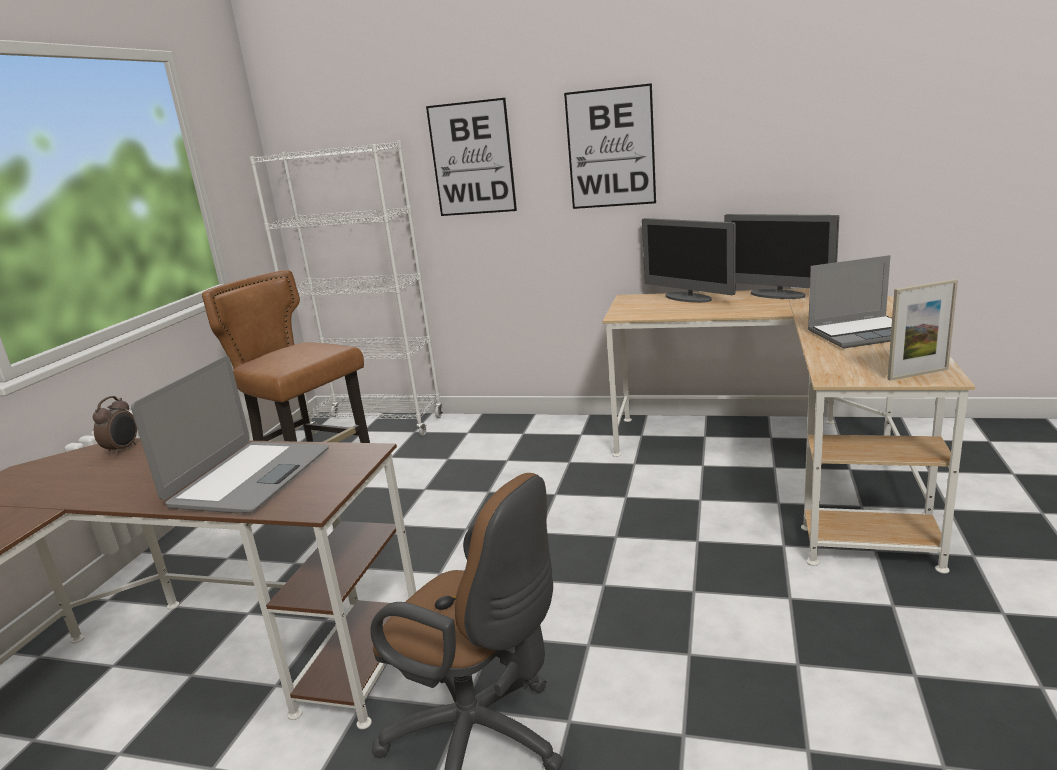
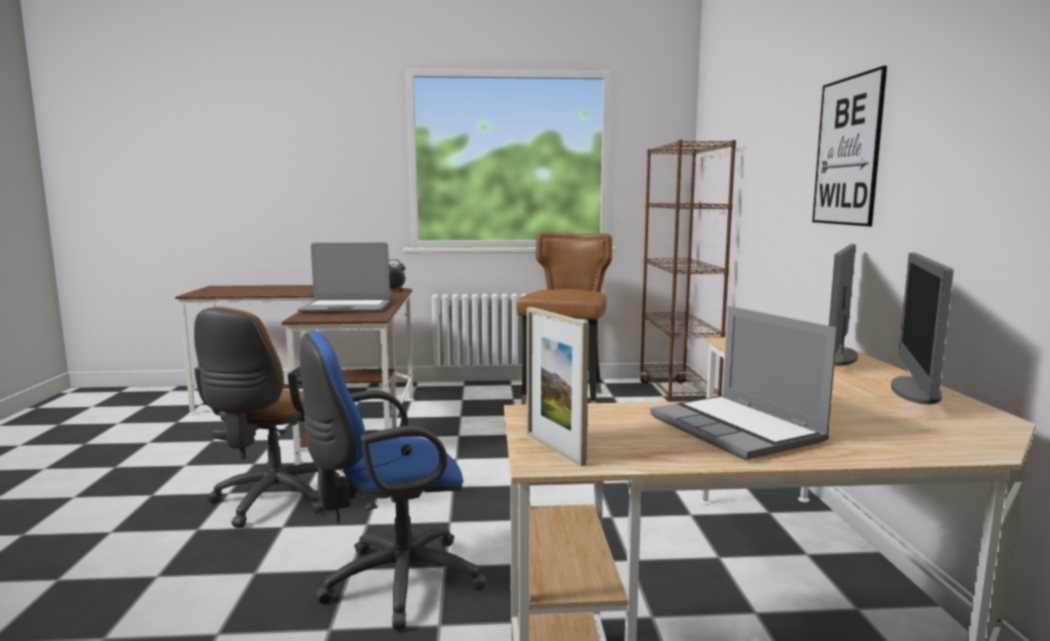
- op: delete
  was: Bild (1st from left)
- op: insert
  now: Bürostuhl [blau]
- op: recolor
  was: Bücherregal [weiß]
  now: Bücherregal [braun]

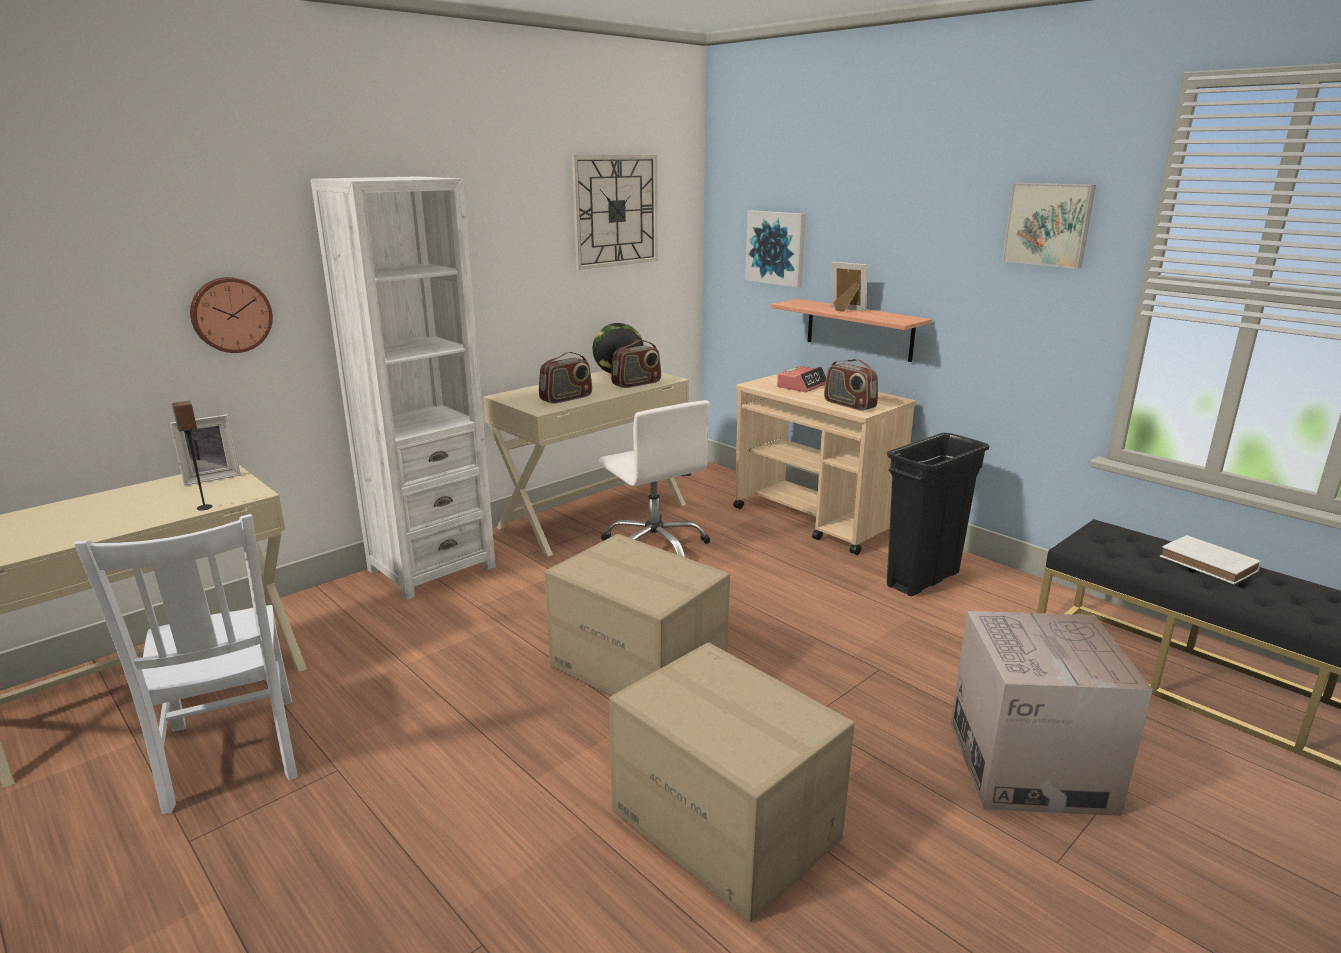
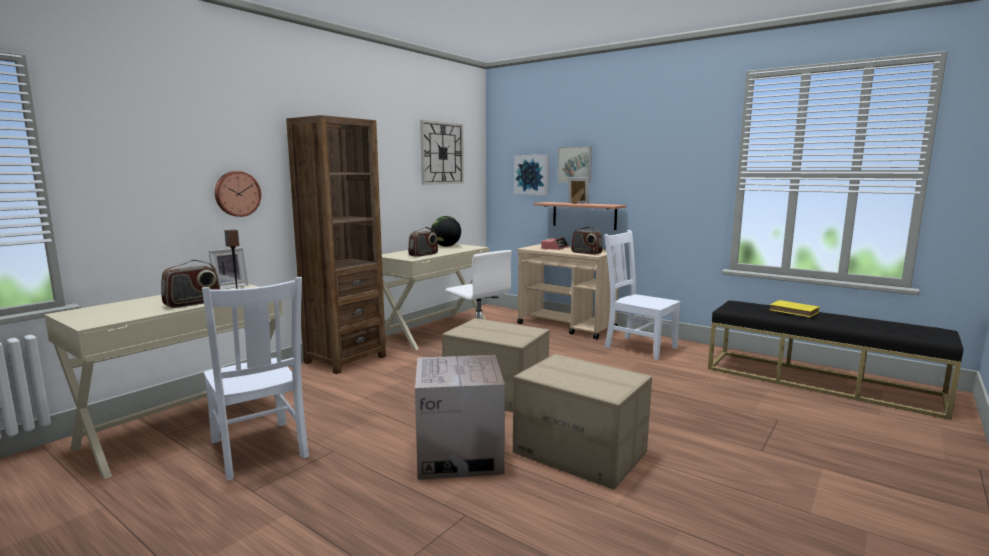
- op: move
  was: Radio (2nd from left in the first image)
  now: Radio (1st from left)
- op: move
  was: Karton (3rd from left in the first image)
  now: Karton (1st from left)
- op: move
  was: Bild (2nd from left)
- op: replace
  was: Mülleimer [schwarz]
  now: Stuhl [weiß] (2nd from left)
- op: recolor
  was: Bücherregal [weiß]
  now: Bücherregal [braun]
- op: recolor
  was: Buch [weiß]
  now: Buch [gelb]

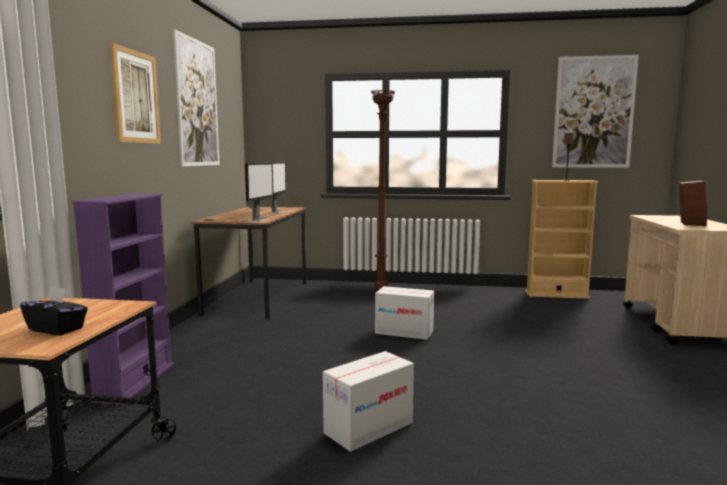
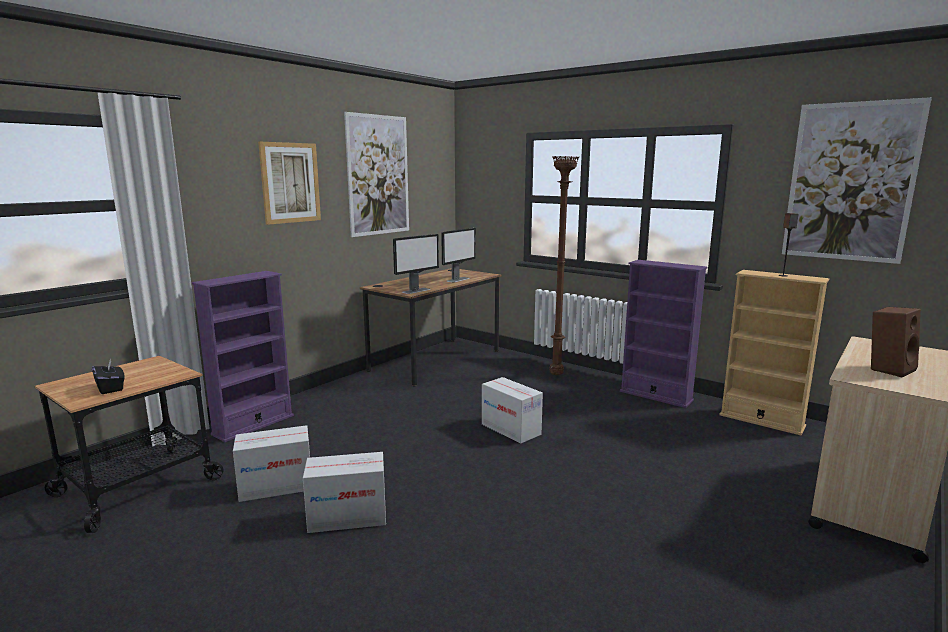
- op: insert
  now: Karton (1st from left)
- op: insert
  now: Bücherregal [lila] (2nd from left)

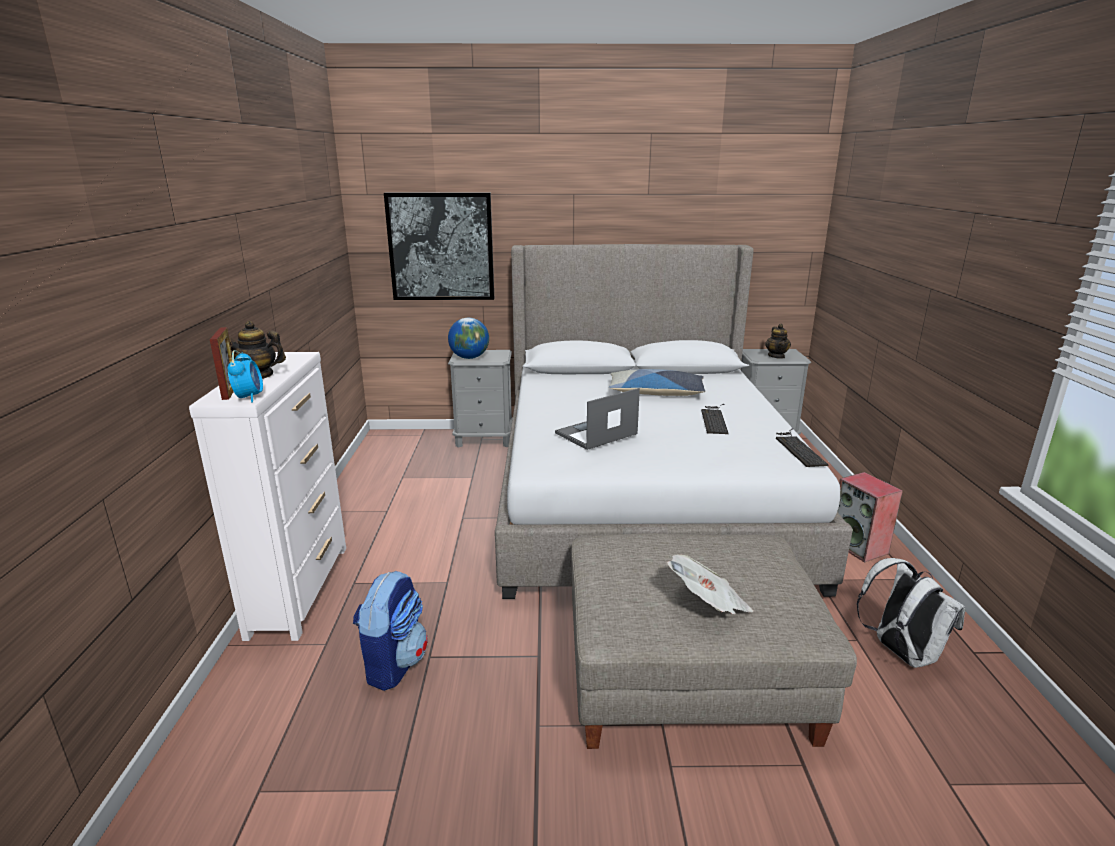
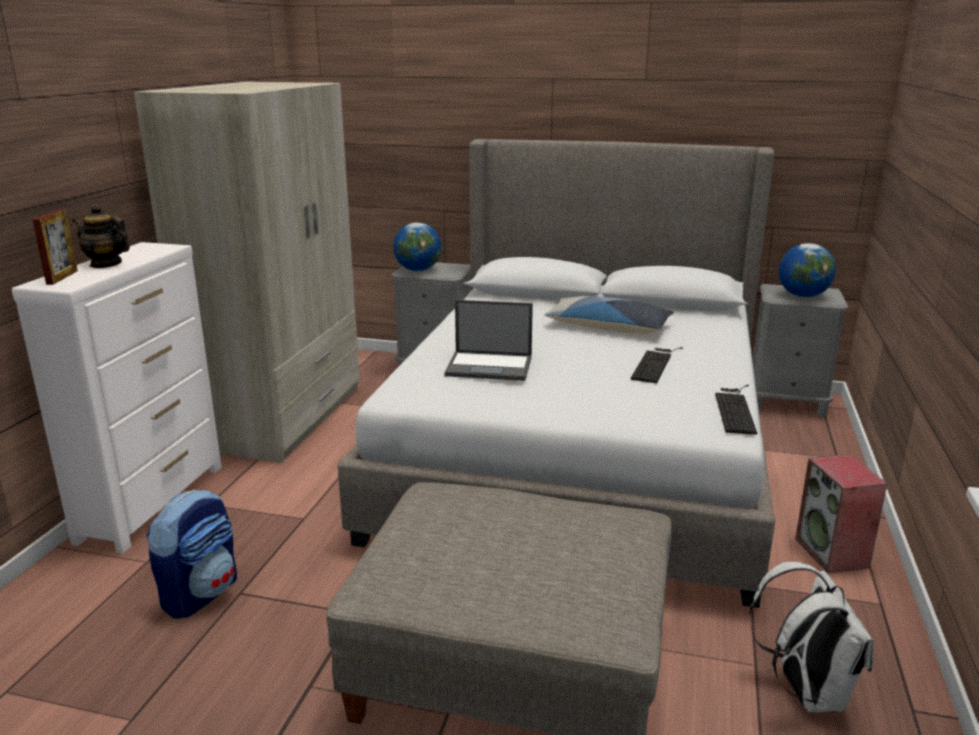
- op: delete
  was: Wecker
- op: delete
  was: Bild
- op: delete
  was: Zeitung
- op: insert
  now: Kleiderschrank [beige]
- op: replace
  was: Teekanne (2nd from left)
  now: Globus (2nd from left)
- op: rotate
  was: Laptop
  clockwise: -150

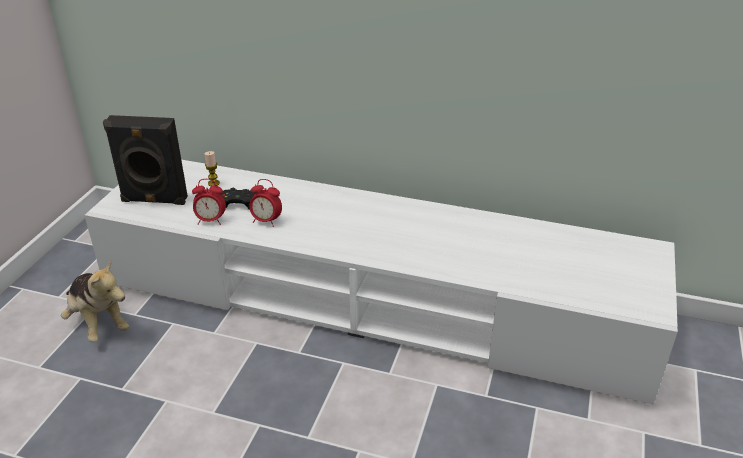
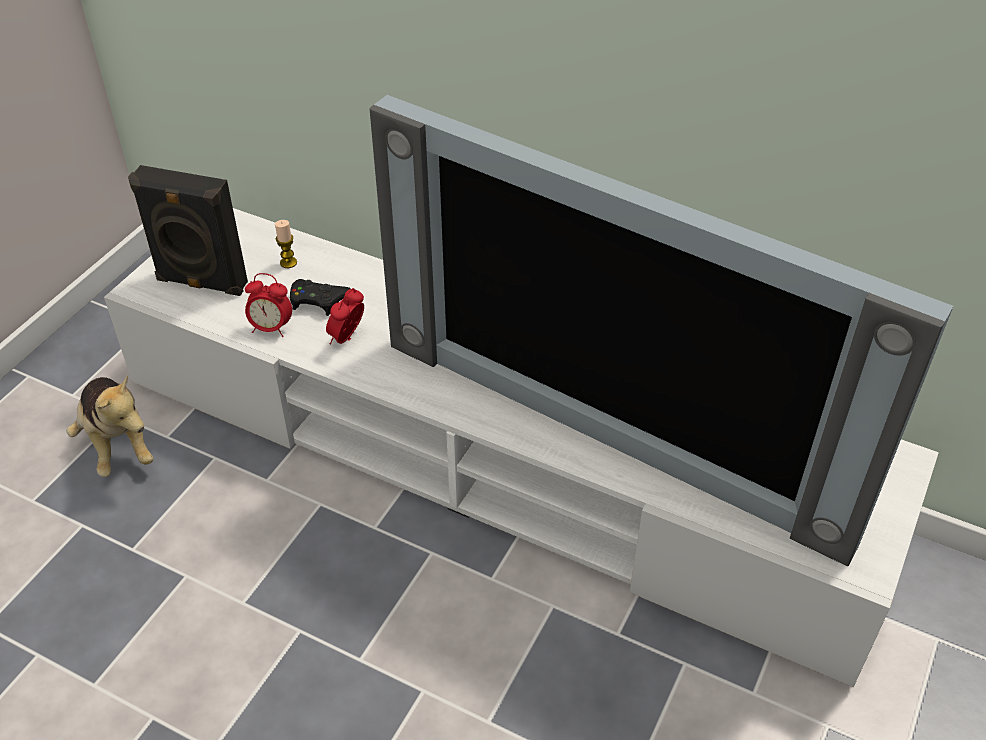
- op: insert
  now: Fernseher
- op: rotate
  was: Wecker (2nd from left)
  clockwise: 90

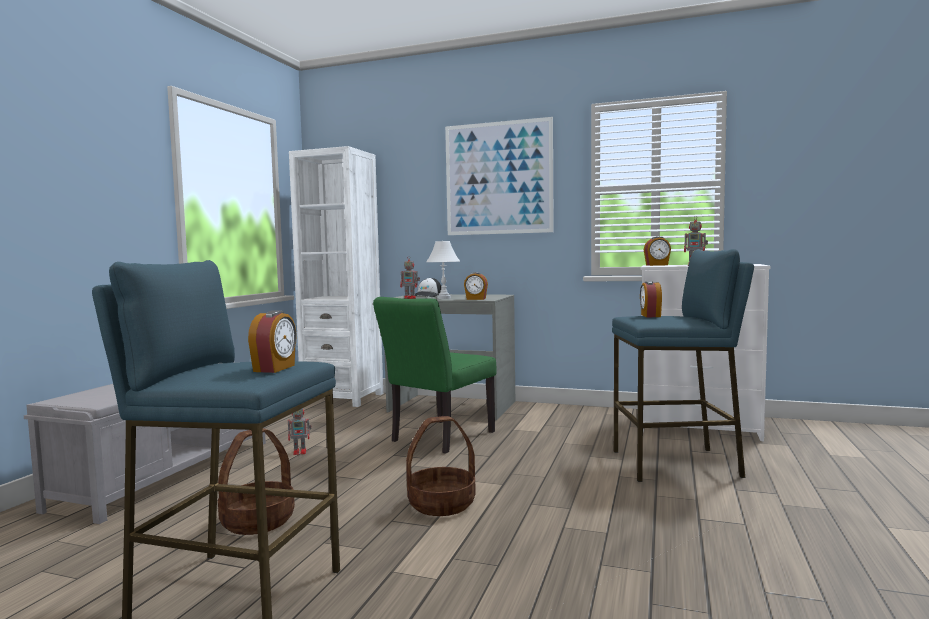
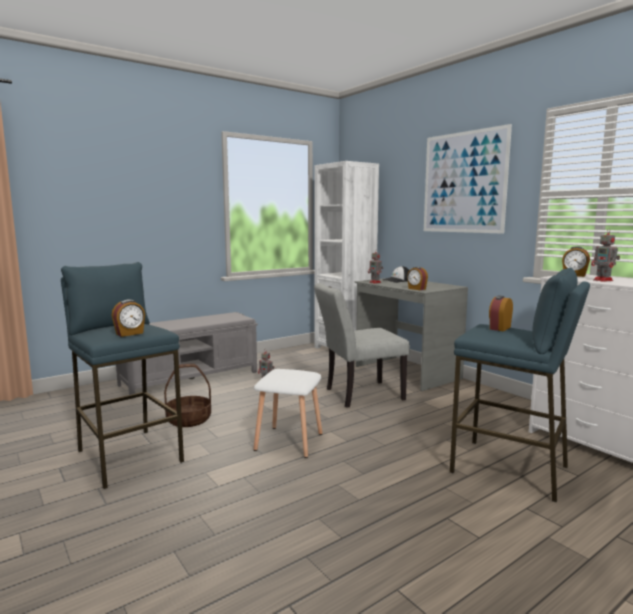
- op: delete
  was: Tischlampe [weiß]
- op: replace
  was: Korb (2nd from left)
  now: Hocker [weiß]
- op: recolor
  was: Stuhl [grün]
  now: Stuhl [grau]

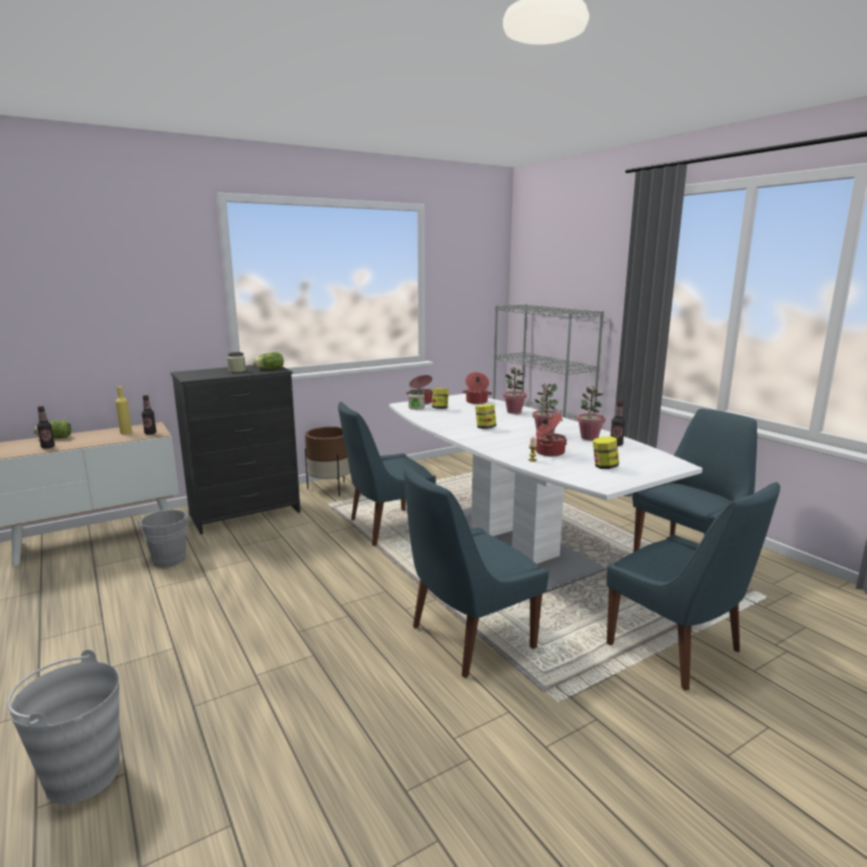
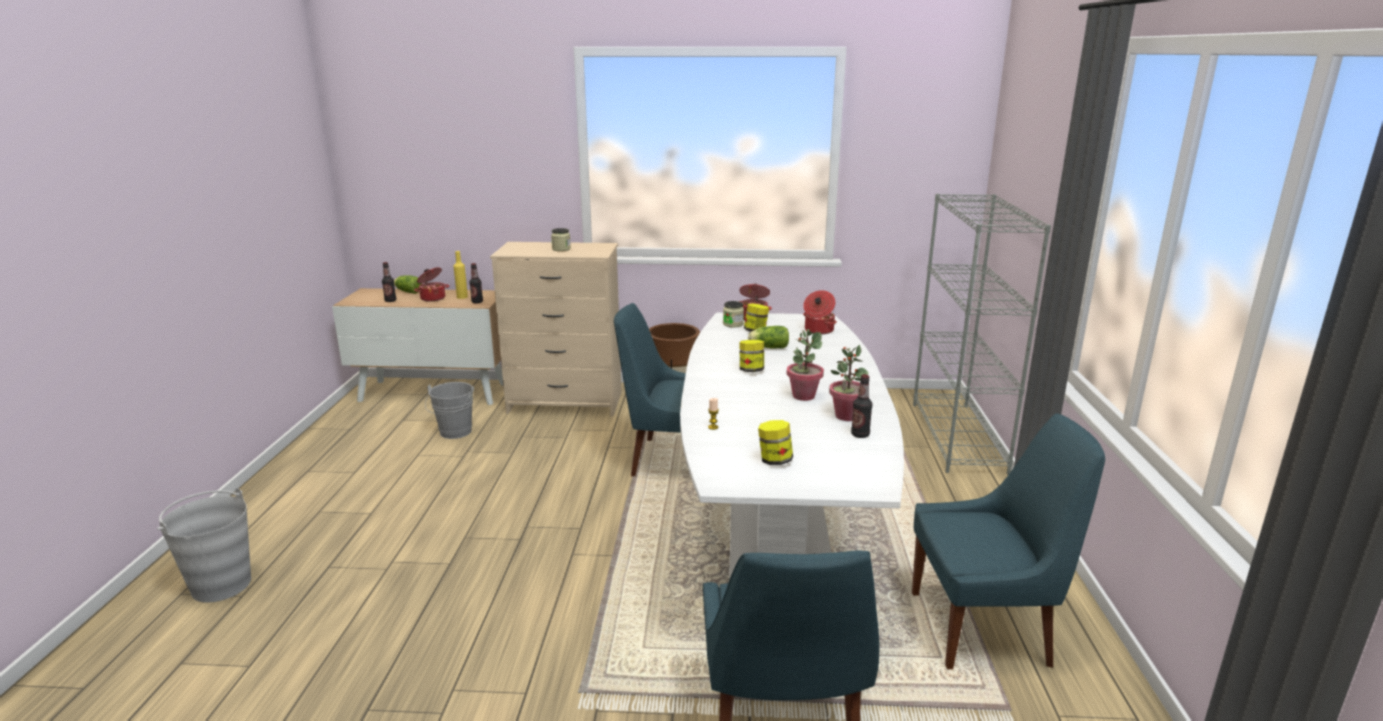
- op: delete
  was: Stuhl [blau] (2nd from left)
- op: delete
  was: Topfpflanze (1st from left)
- op: move
  was: Salatkopf (2nd from left)
- op: move
  was: Kochtopf (3rd from left in the first image)
  now: Kochtopf (1st from left)
- op: recolor
  was: Kommode [schwarz]
  now: Kommode [beige]

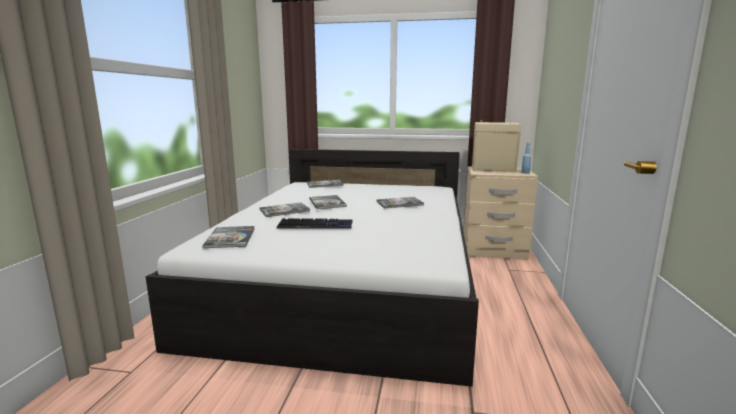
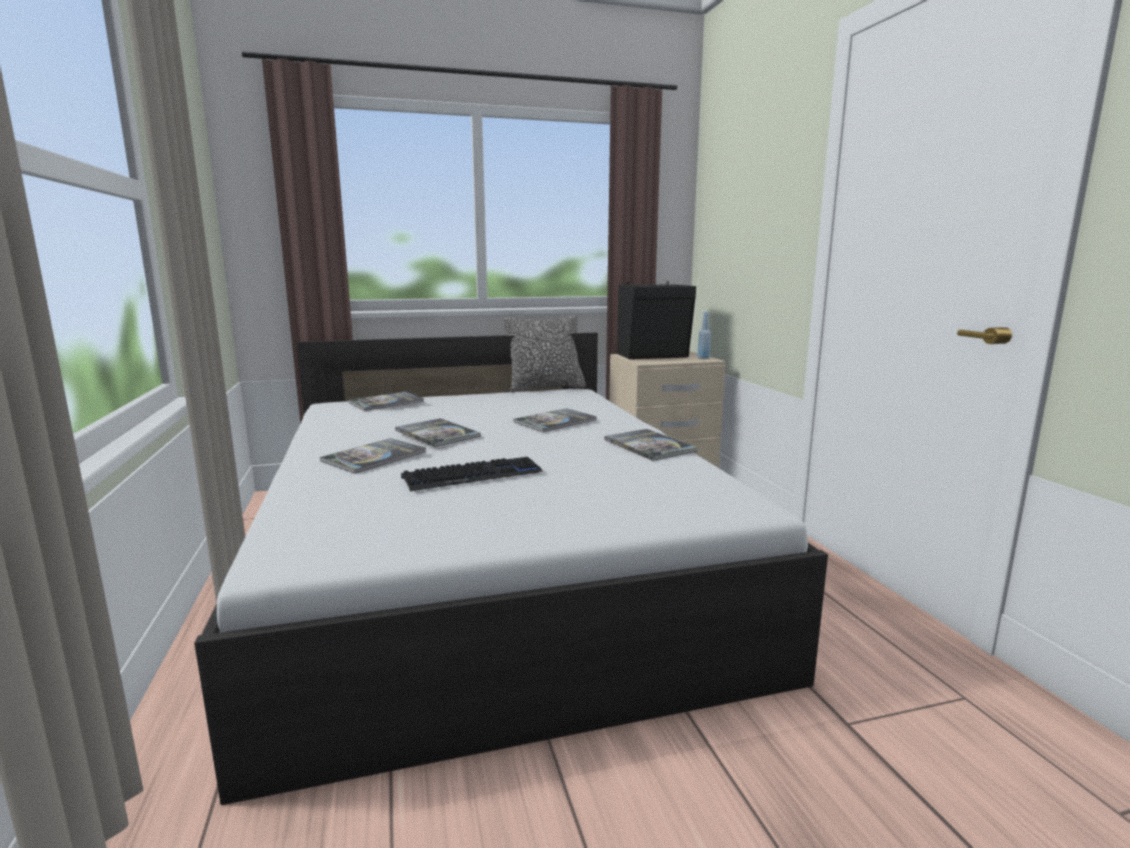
- op: insert
  now: Kissen
- op: move
  was: Buch (1st from left in the first image)
  now: Buch (5th from left)
- op: recolor
  was: Lautsprecher [beige]
  now: Lautsprecher [schwarz]

